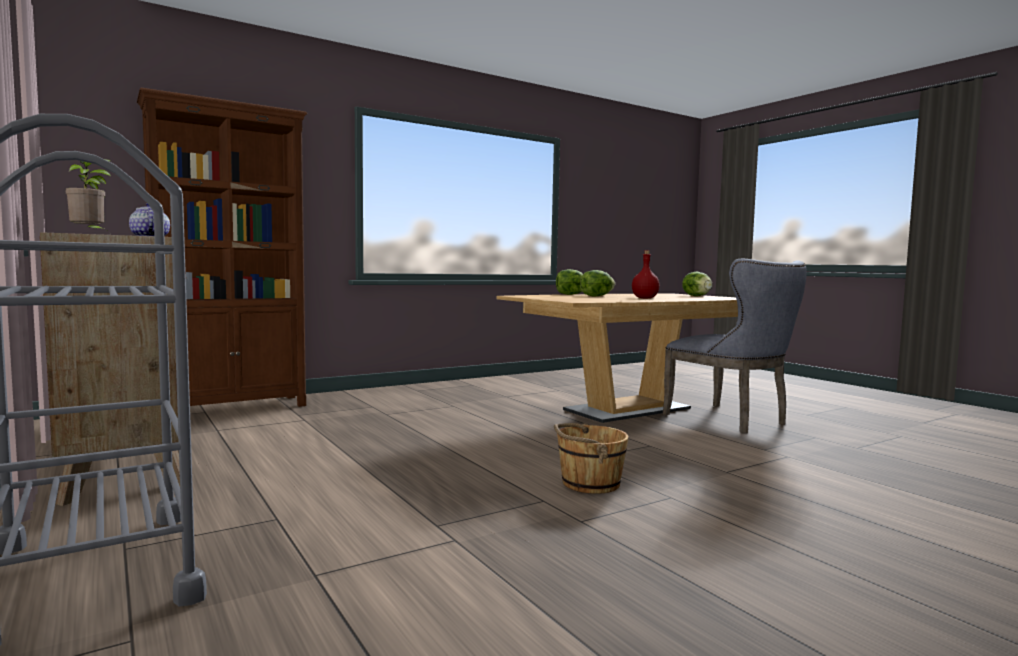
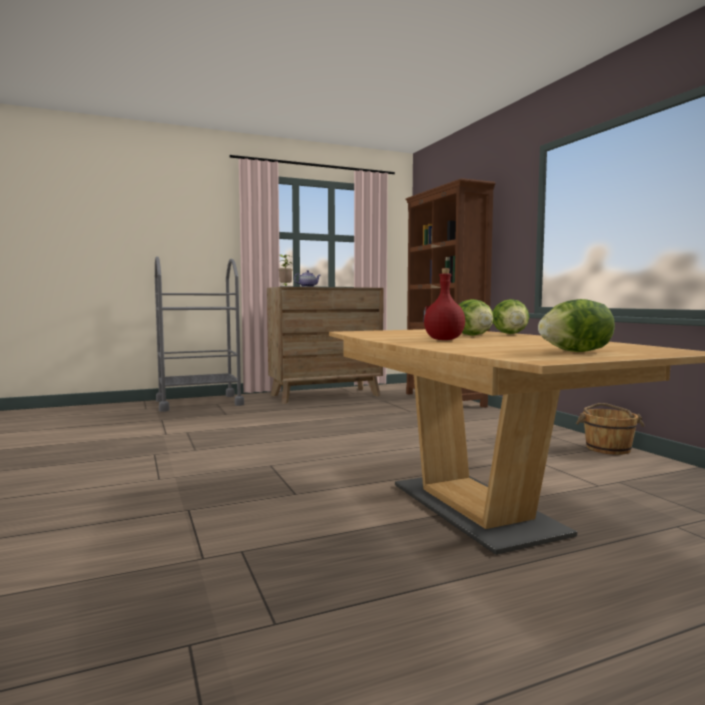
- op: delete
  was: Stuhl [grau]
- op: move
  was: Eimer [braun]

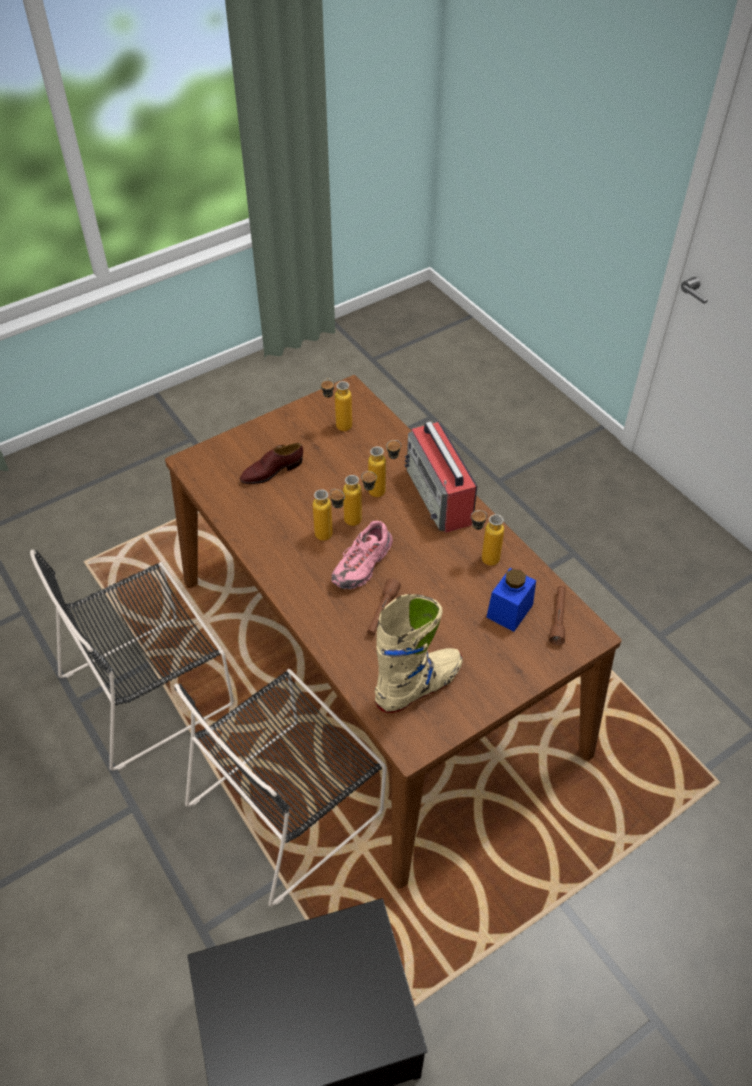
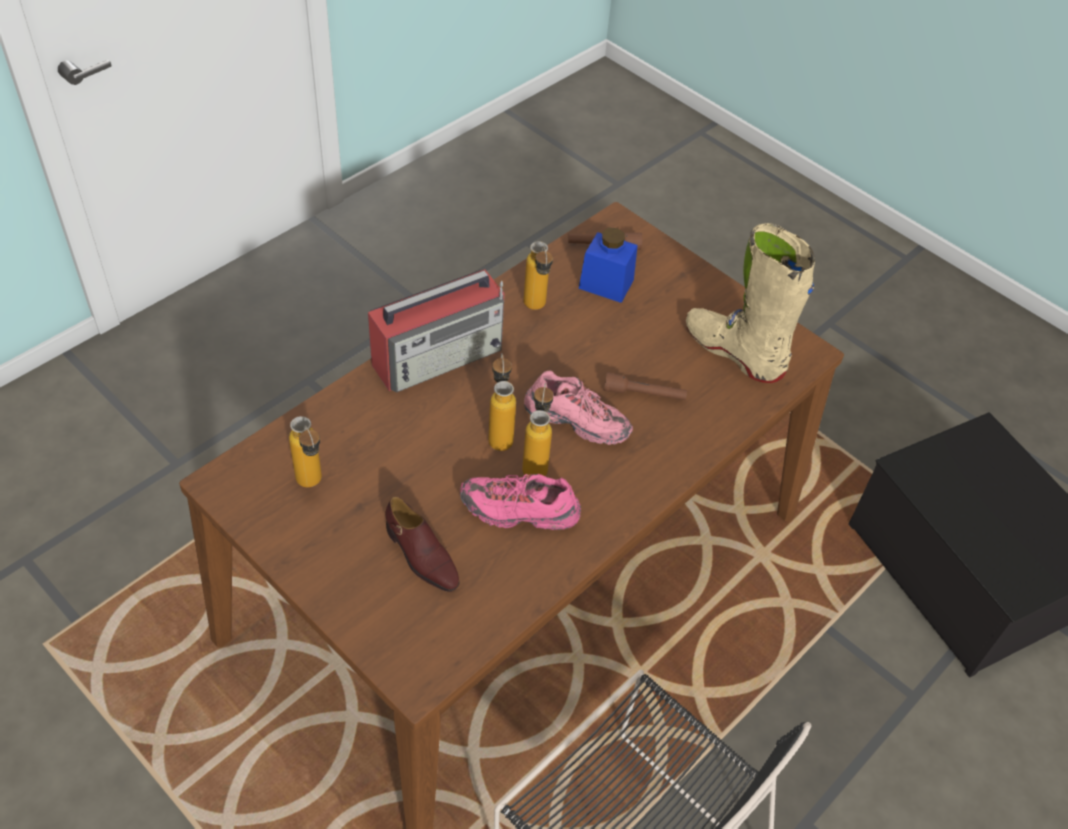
- op: delete
  was: Stuhl [schwarz] (2nd from left)
- op: delete
  was: Flasche (4th from left)
- op: insert
  now: Schuh [rosa] (1st from left)

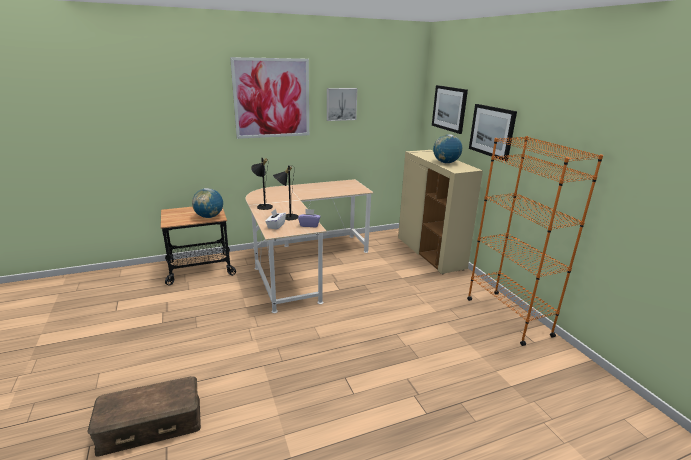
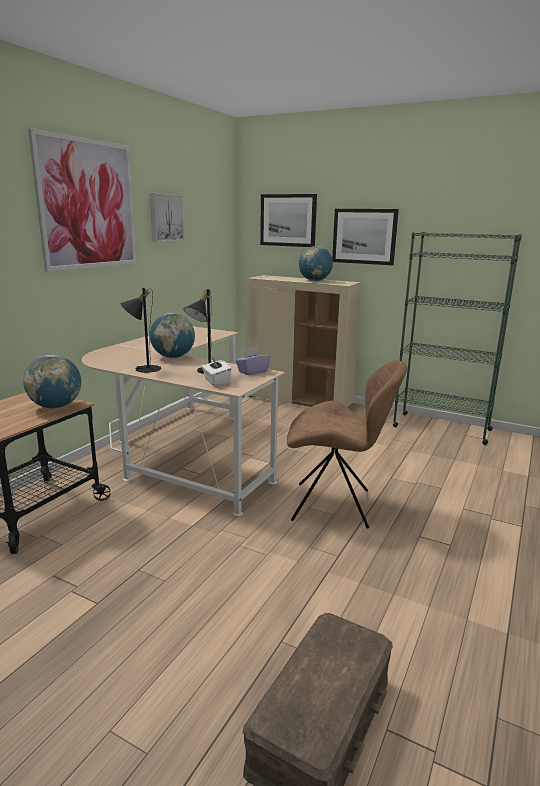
- op: insert
  now: Globus (2nd from left)
- op: insert
  now: Stuhl [braun]
- op: recolor
  was: Bücherregal [orange]
  now: Bücherregal [grün]

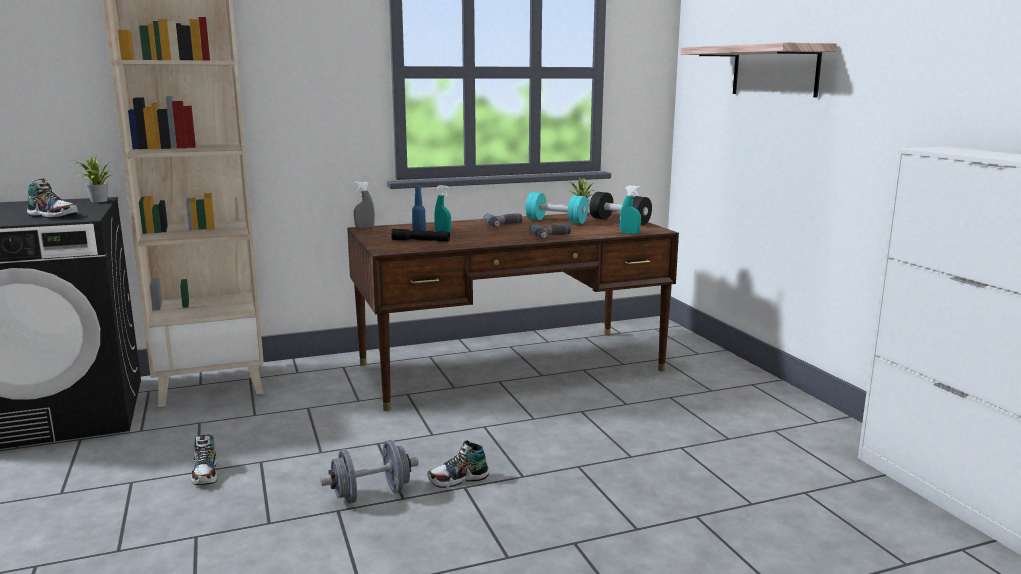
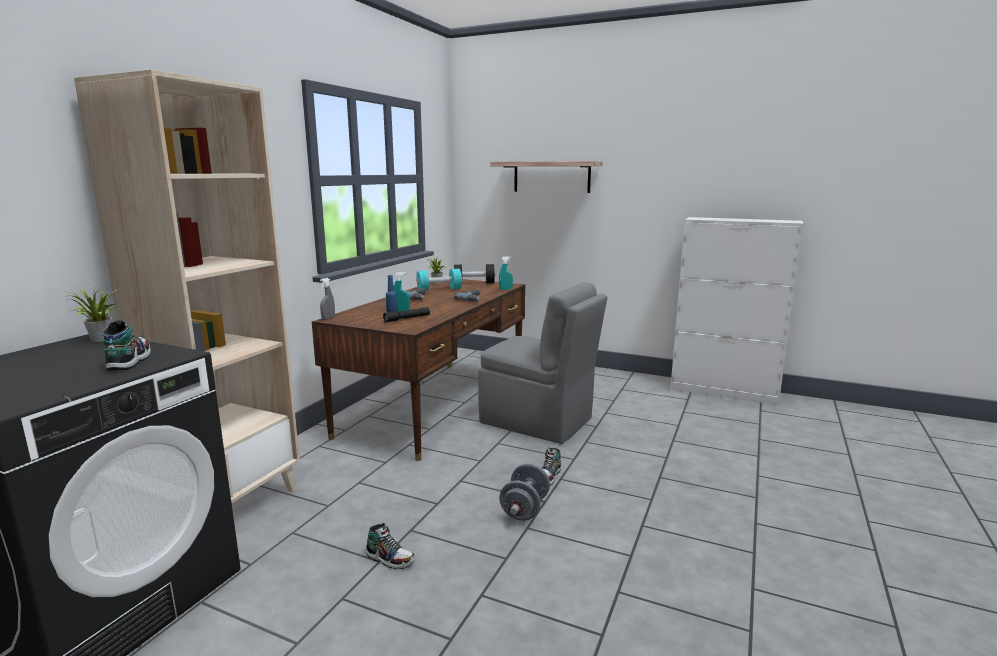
- op: insert
  now: Stuhl [grau]
- op: rotate
  was: Schuh (1st from left)
  clockwise: -75

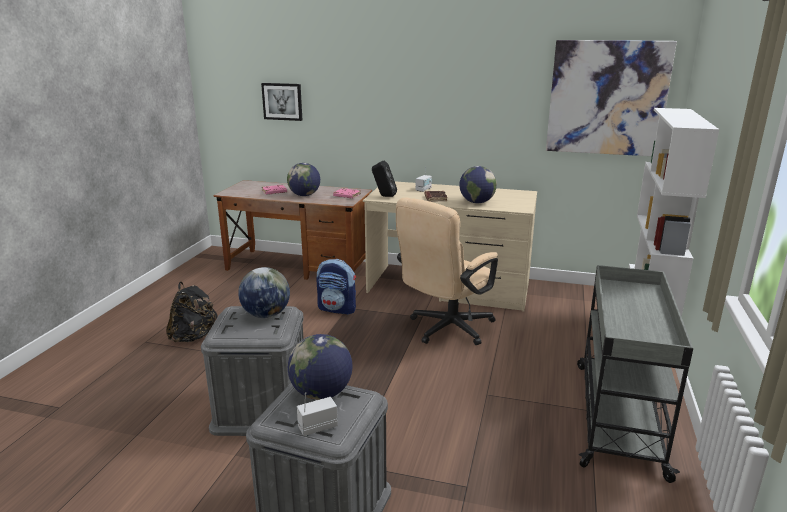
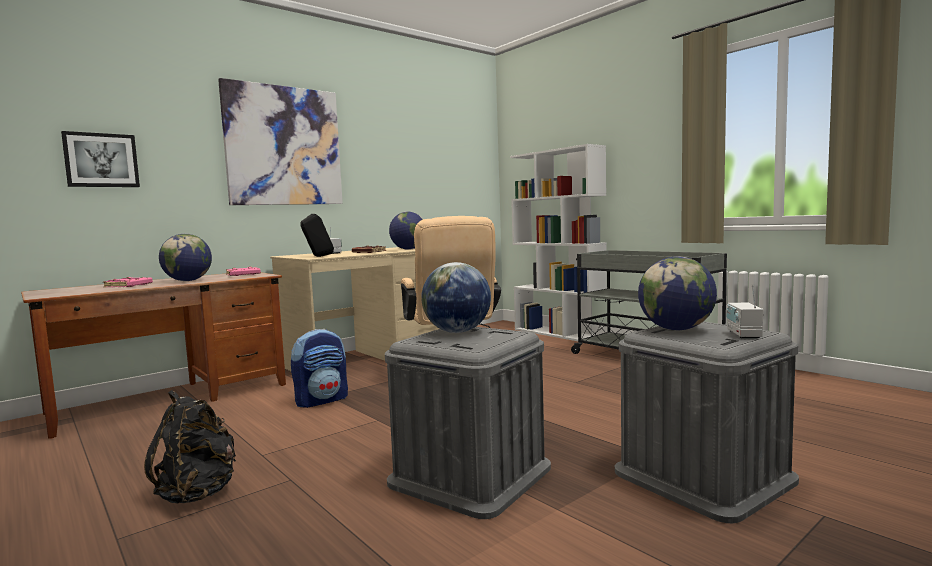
- op: move
  was: Bild (2nd from left)

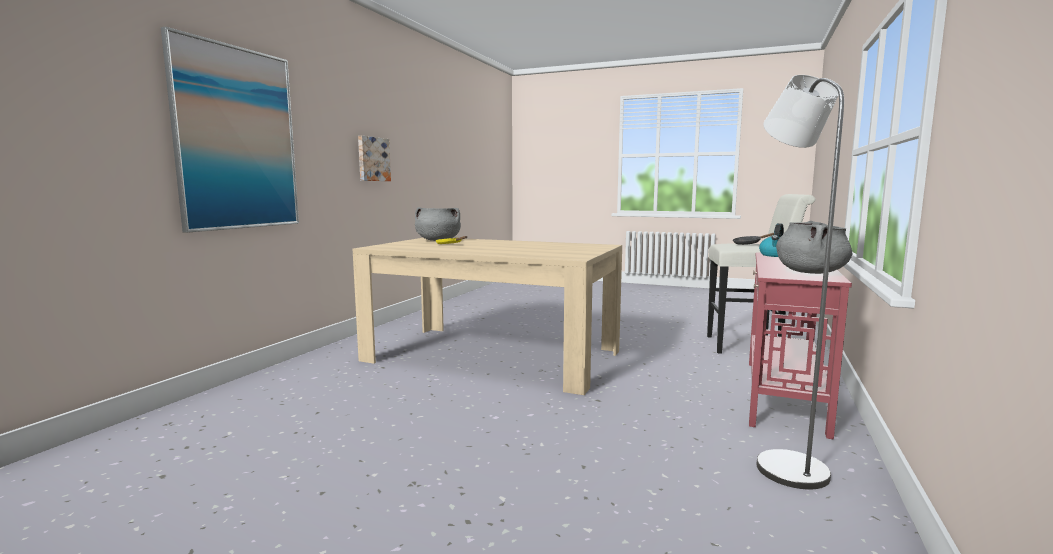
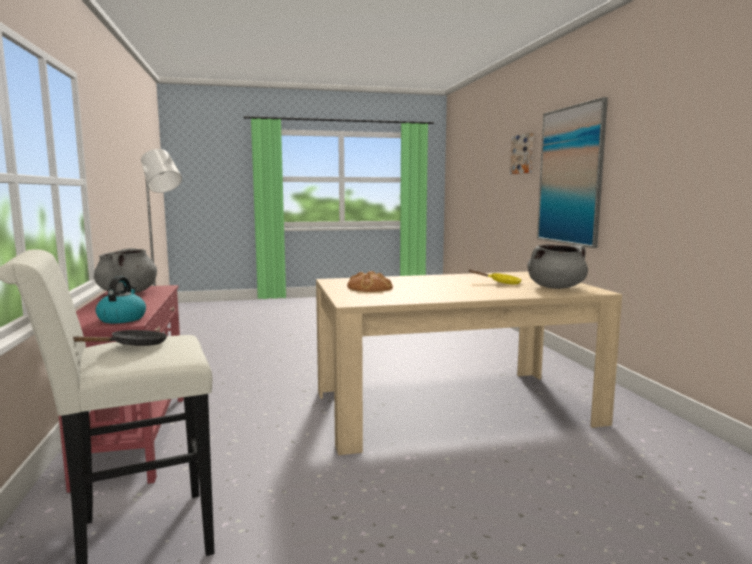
- op: insert
  now: Brot
- op: move
  was: Bild (2nd from left in the first image)
  now: Bild (1st from left)

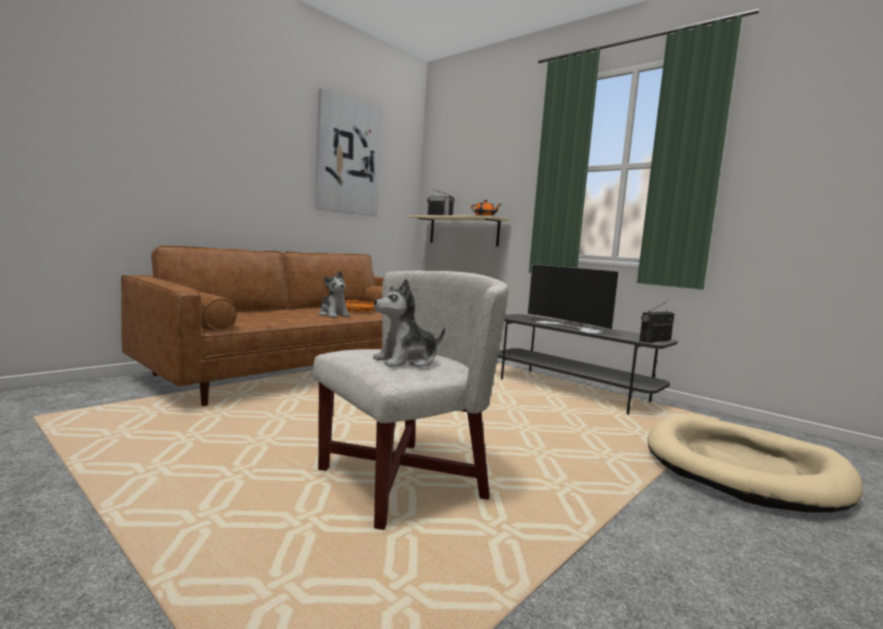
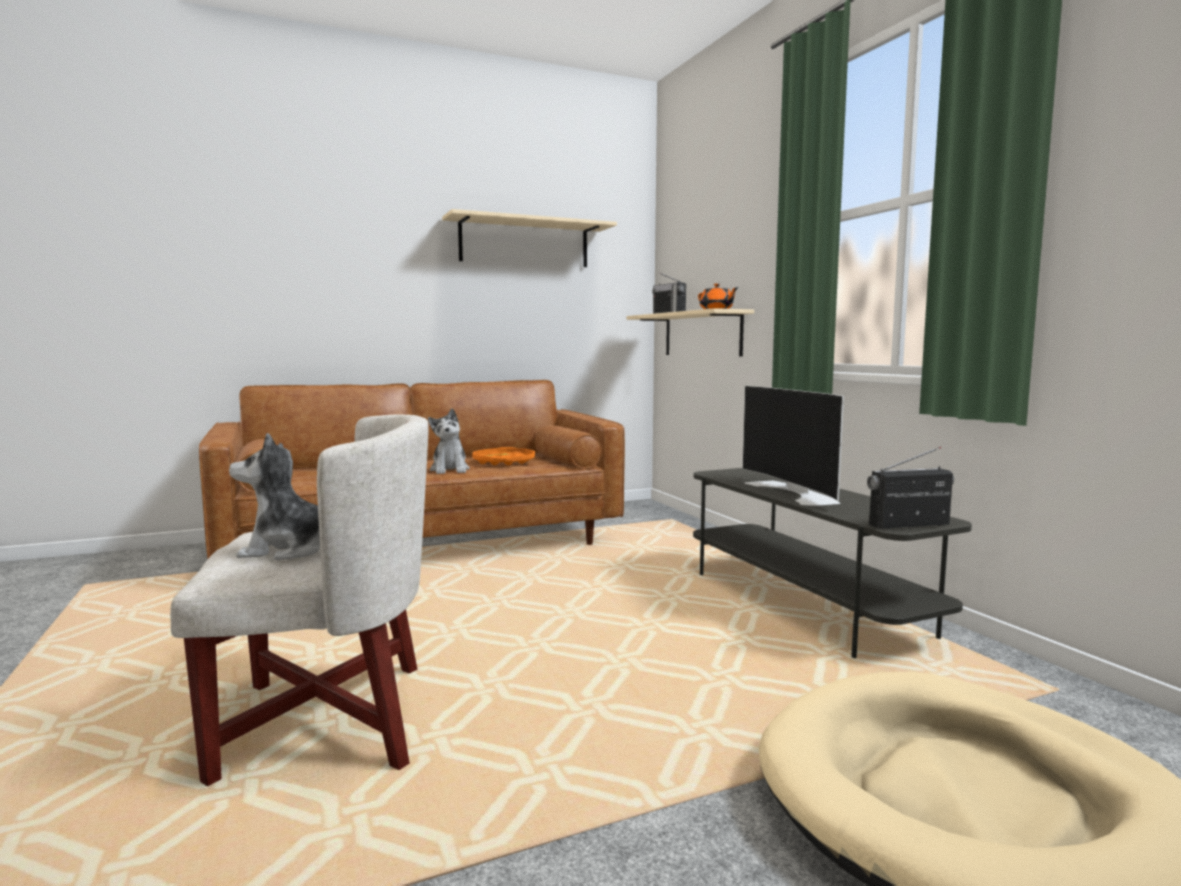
- op: replace
  was: Bild
  now: Wandregal [beige] (1st from left)

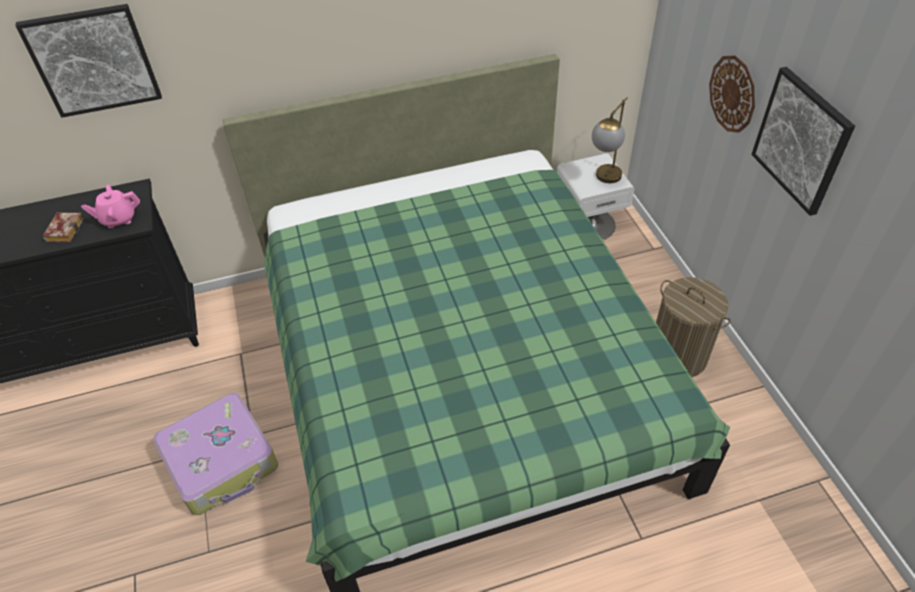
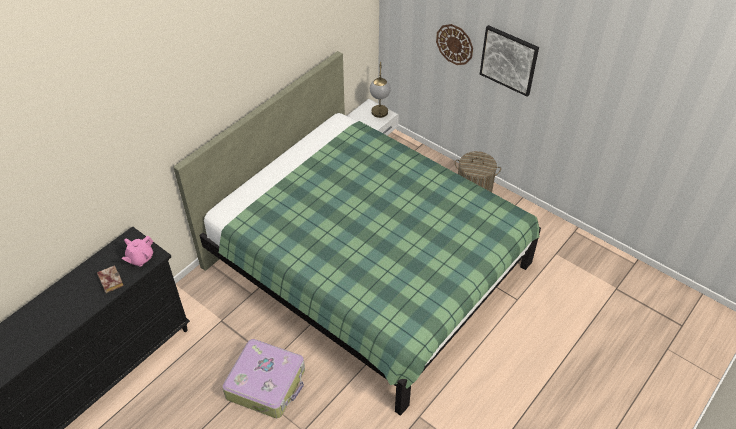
- op: delete
  was: Bild (1st from left)

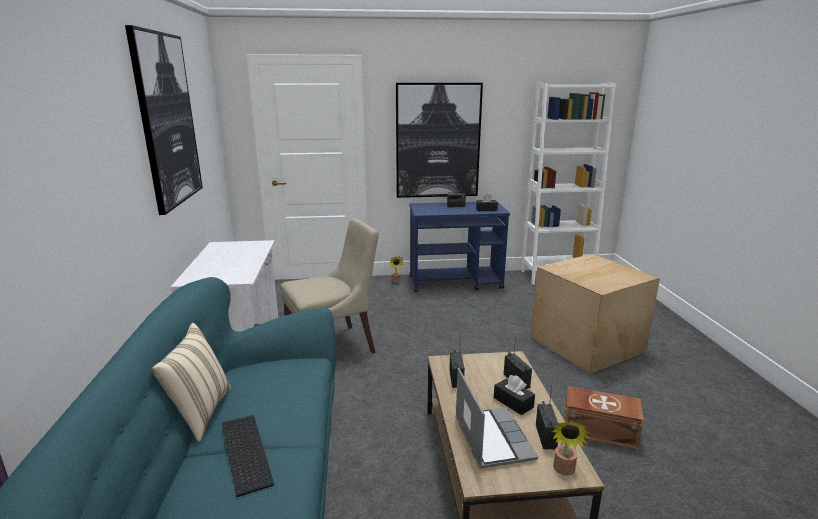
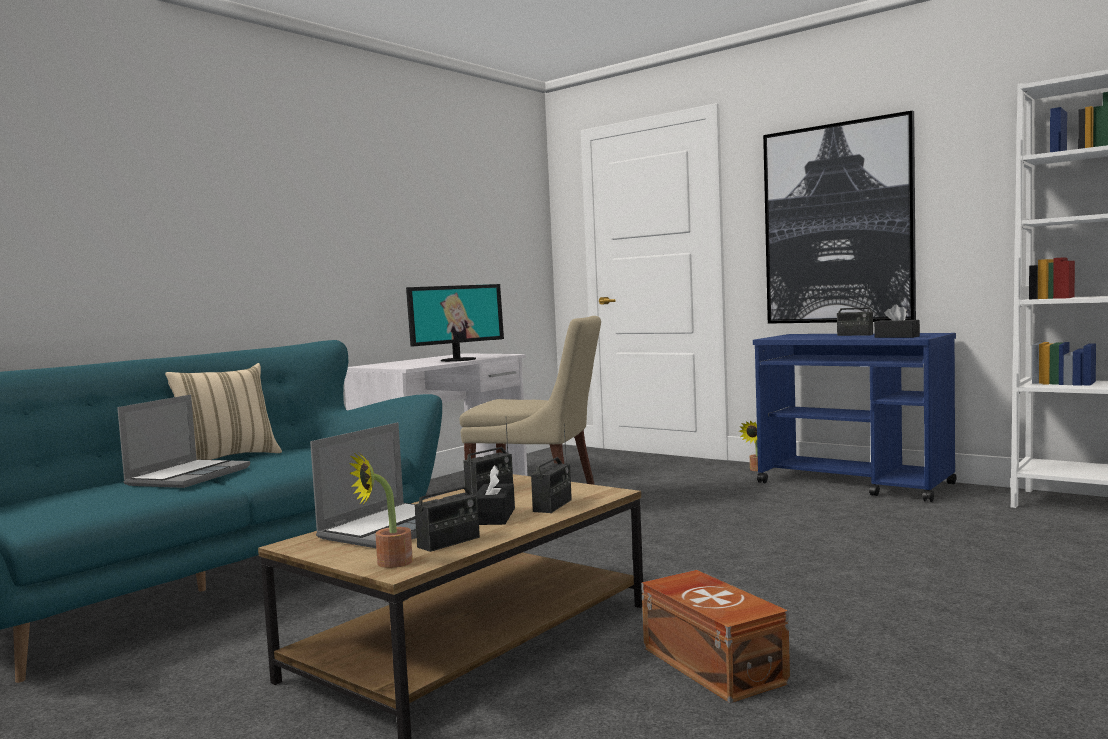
- op: delete
  was: Bild (1st from left)
- op: delete
  was: Karton
- op: insert
  now: Monitor
- op: replace
  was: Tastatur
  now: Laptop (1st from left)

